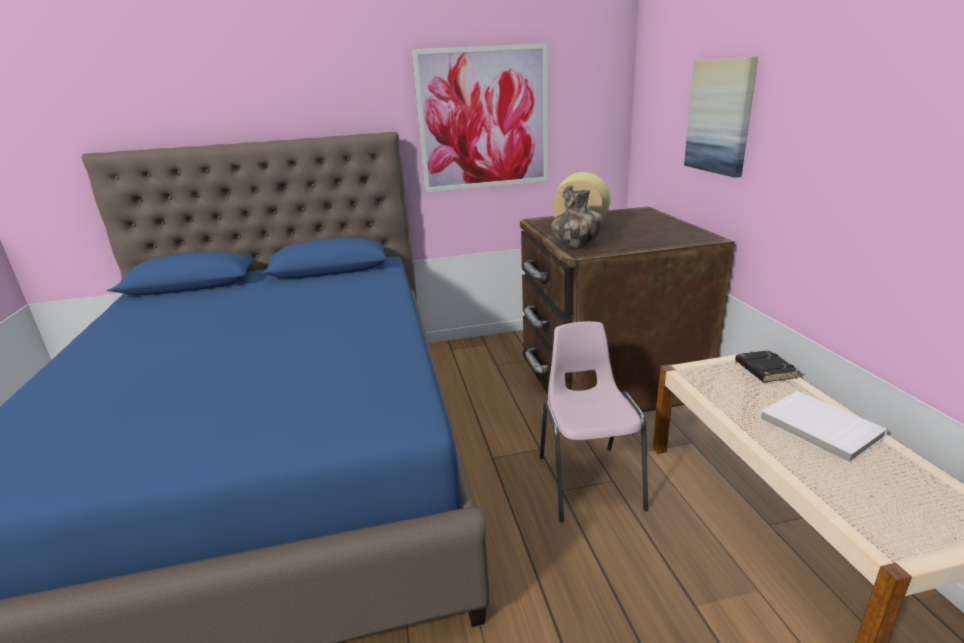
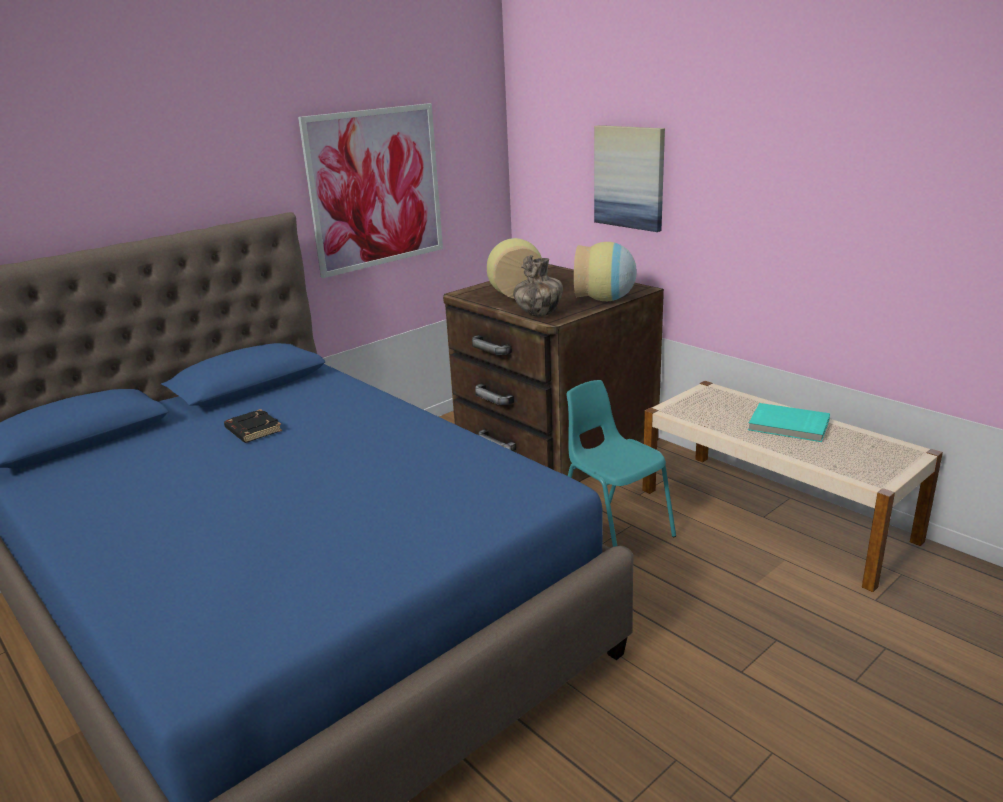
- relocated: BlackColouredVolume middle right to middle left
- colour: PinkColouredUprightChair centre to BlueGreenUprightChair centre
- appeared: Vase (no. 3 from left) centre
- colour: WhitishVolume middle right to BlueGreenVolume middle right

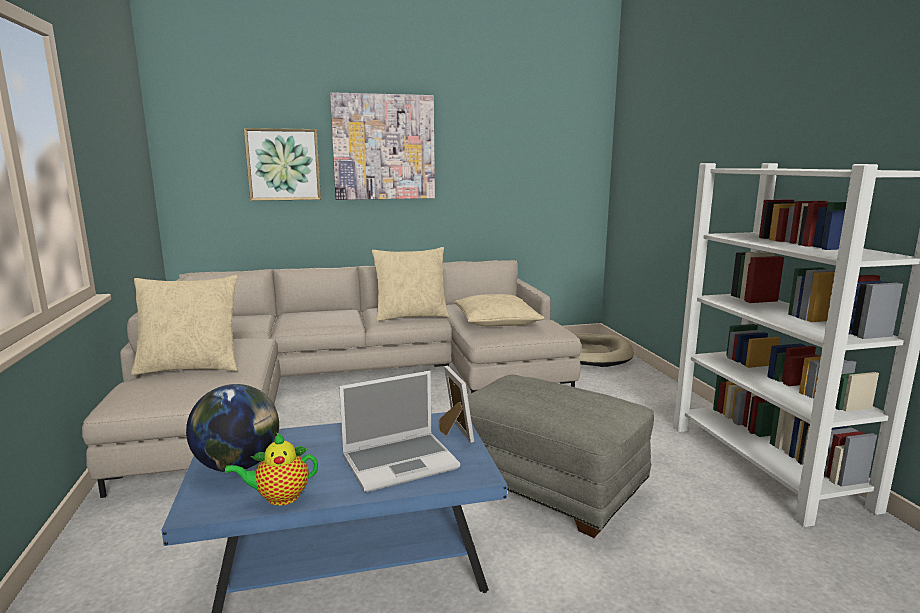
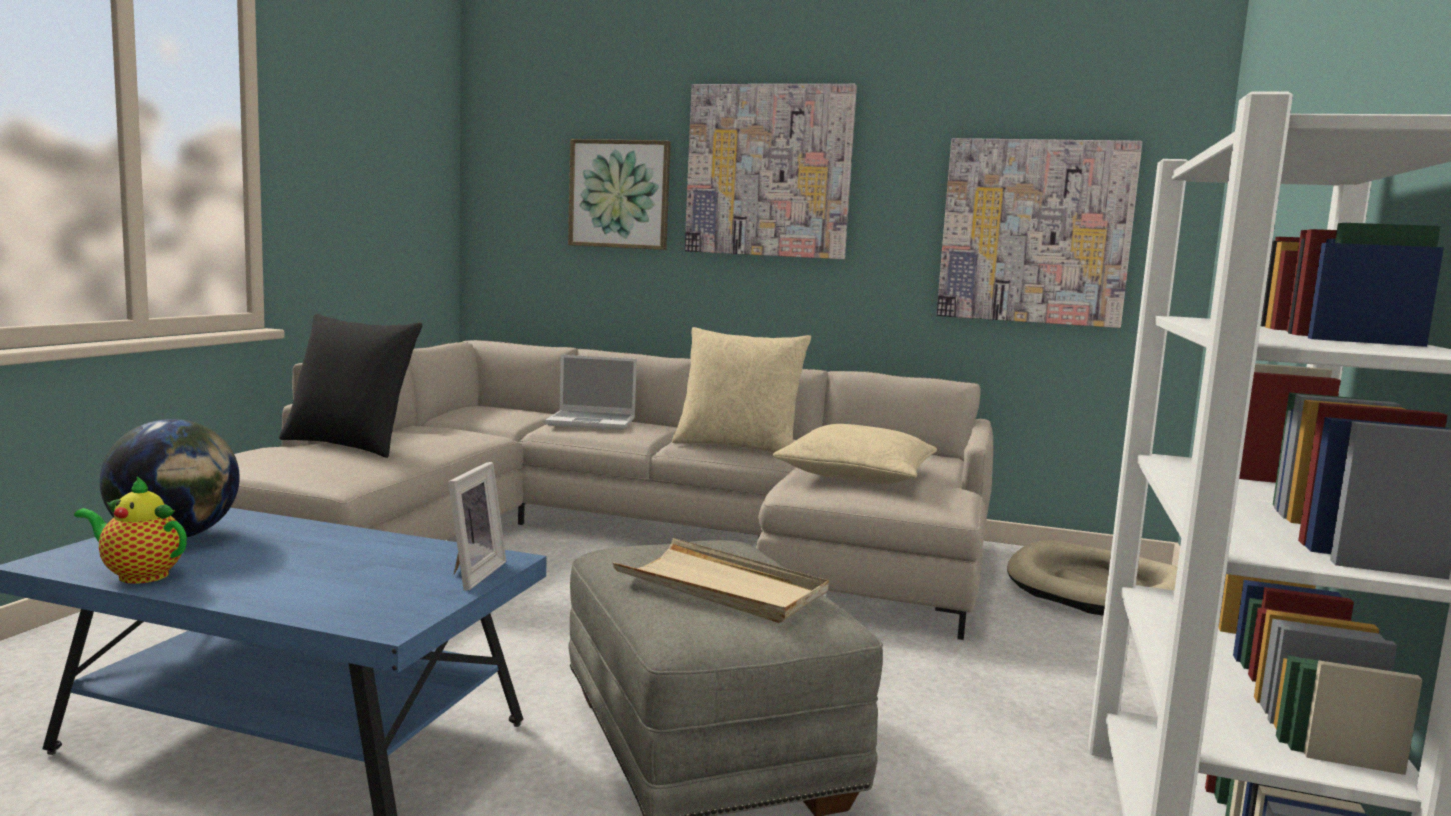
- colour: SandColouredThrowPillow (no. 1 from left) middle left to BlackColouredThrowPillow middle left
- relocated: Laptop bottom centre to centre
- appeared: SandColouredTray bottom centre
- appeared: WallArt (no. 3 from left) top right

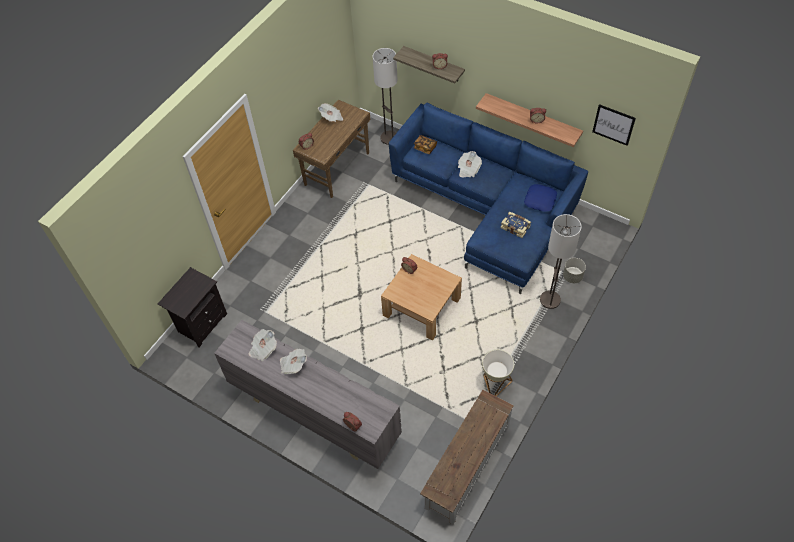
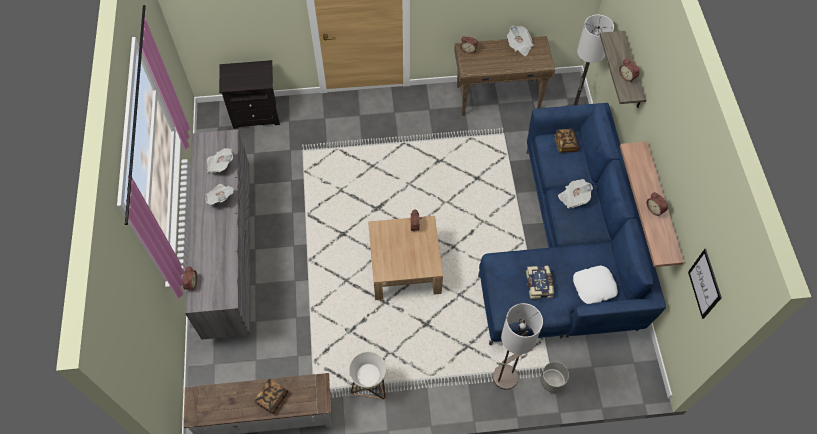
- appeared: Volume (no. 1 from left) bottom left
- colour: BlueThrowPillow middle right to WhitishThrowPillow middle right

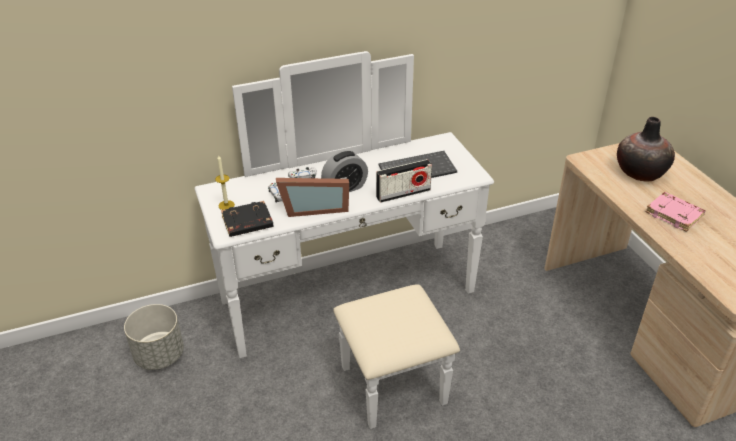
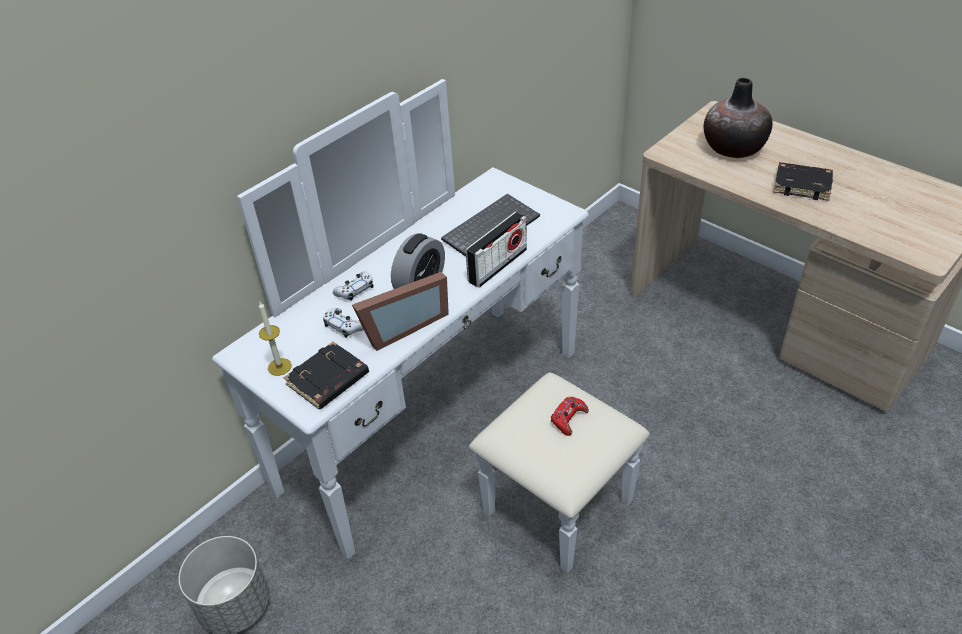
- appeared: ReddishJoypad centre
- colour: PinkColouredVolume middle right to BlackColouredVolume (no. 2 from left) top right

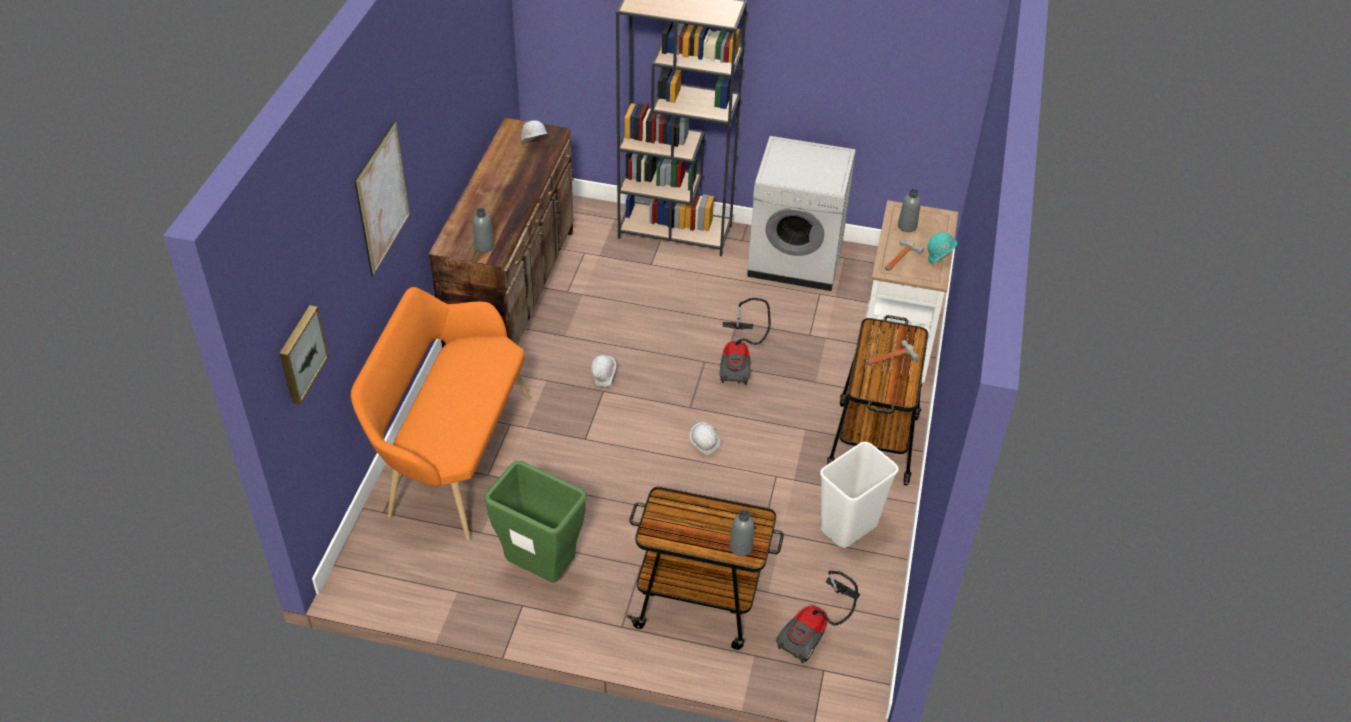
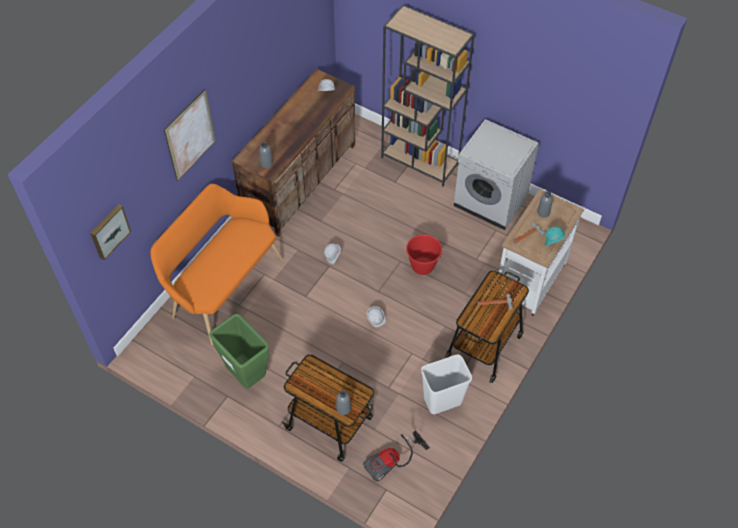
- exchanged: Hoover (no. 1 from left) centre to ReddishBucket centre

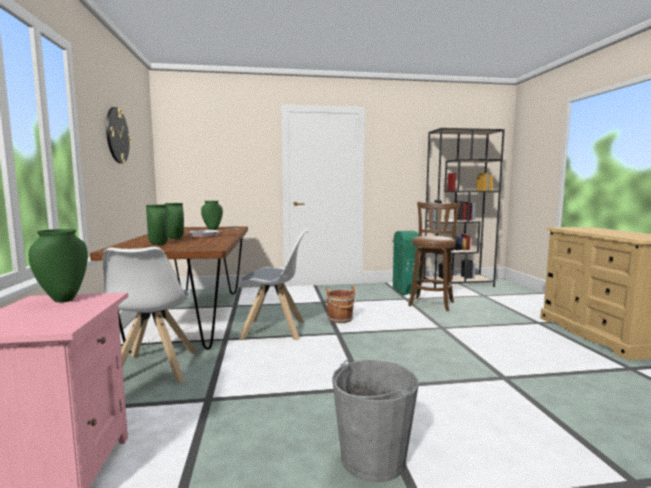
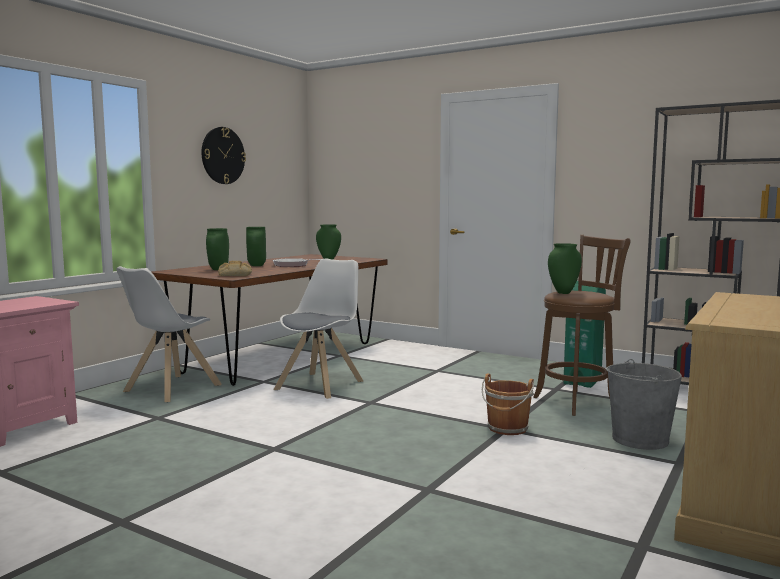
- appeared: BakeryBread middle left
- spun: UprightChair (no. 2 from left) centre = centre 105 degrees counterclockwise
- relocated: BrownishBucket centre to bottom centre
- relocated: GreenishVase (no. 1 from left in the first image) middle left to GreenishVase (no. 4 from left) middle right
- relocated: GreyBucket bottom centre to bottom right

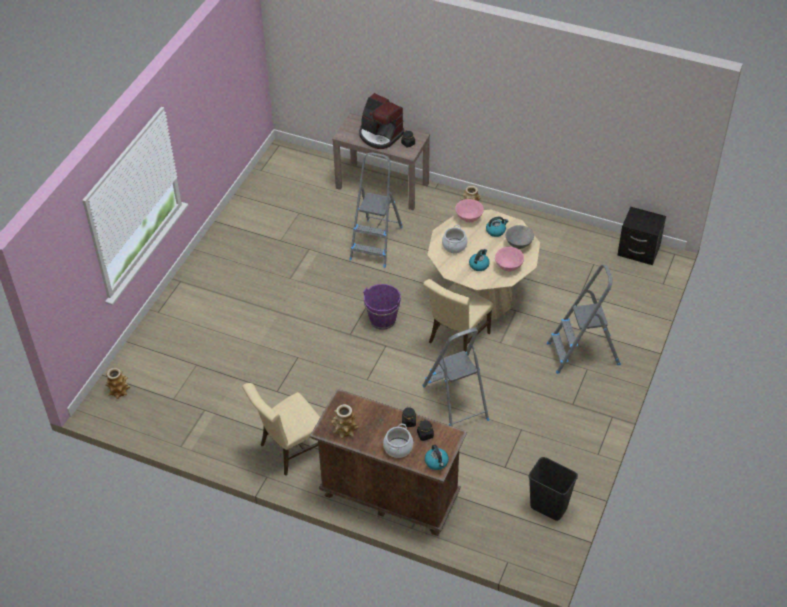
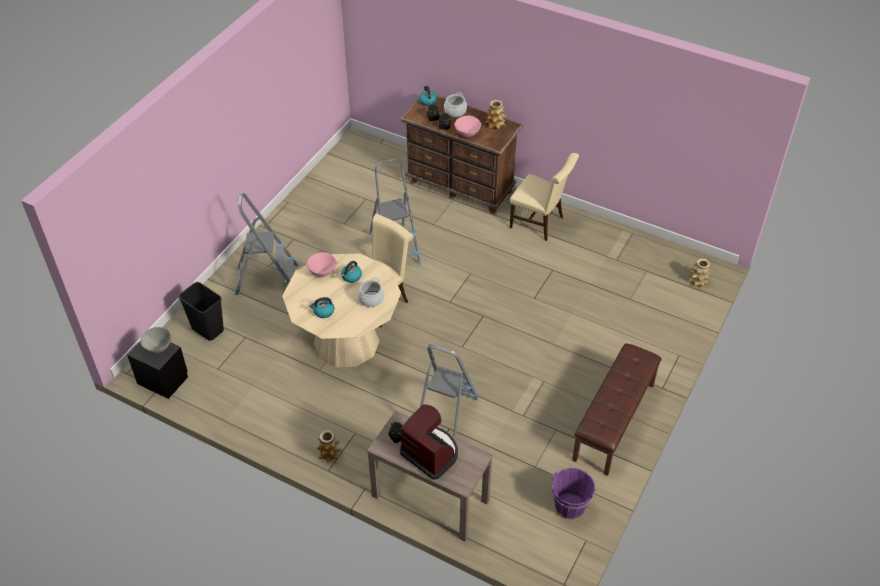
- relocated: GreyBowl centre to middle left
- relocated: BlackColouredTrashCan bottom right to middle left
- relocated: PinkColouredBowl (no. 1 from left in the first image) centre to PinkColouredBowl (no. 2 from left) top centre
- spun: SandColouredUprightChair (no. 1 from left in the first image) bottom centre = centre 60 degrees clockwise
- relocated: PurplishBucket centre to bottom centre
- appeared: BrownishIndoorBench bottom right

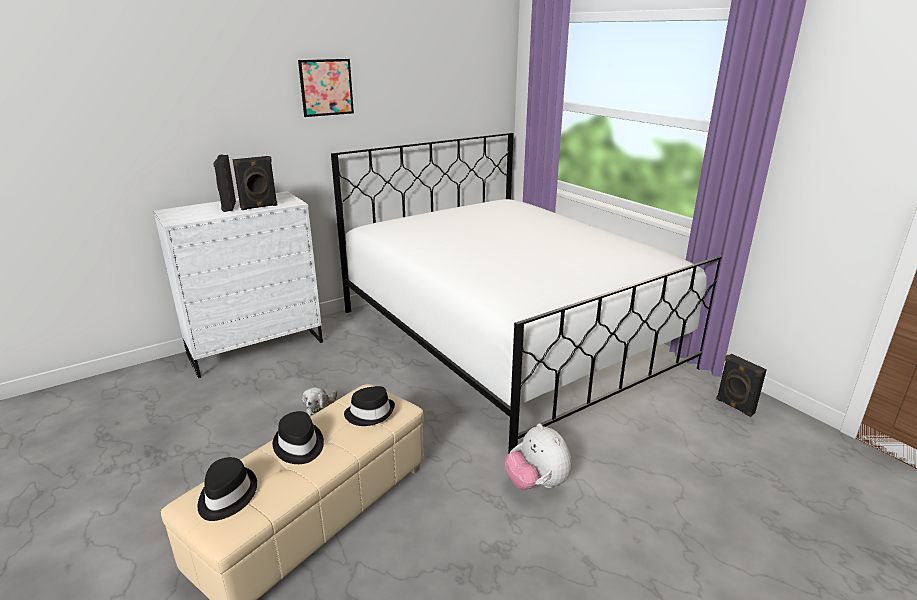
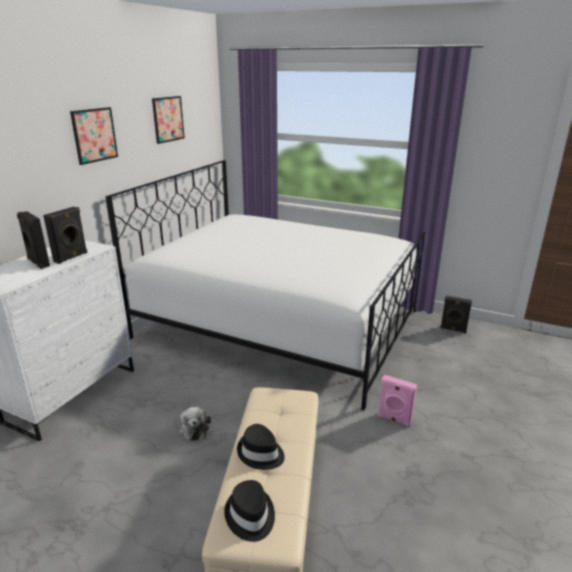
- appeared: WallArt (no. 2 from left) top left
- exchanged: CuddlyToy (no. 2 from left) bottom centre to PinkColouredSpeaker bottom right
- missing: BlackColouredHat (no. 3 from left) bottom centre

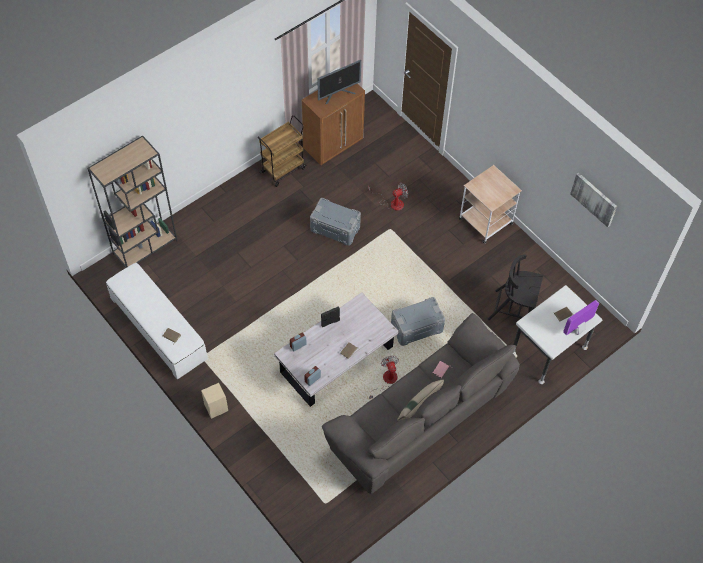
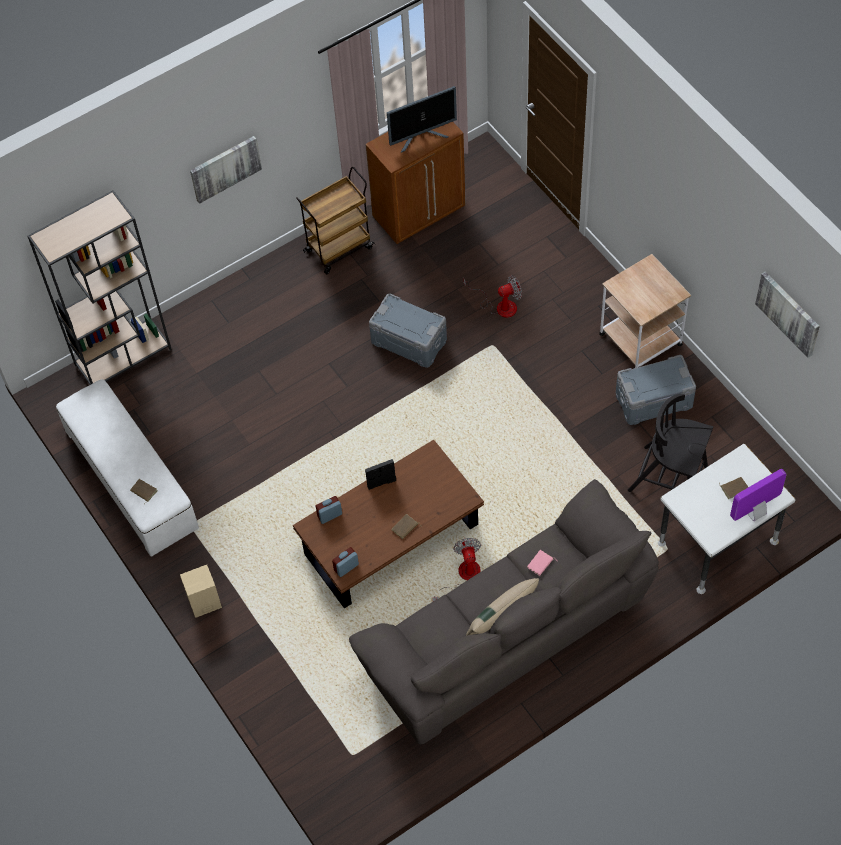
- appeared: WallArt (no. 1 from left) top left
- colour: WhitishLowTable centre to BrownishLowTable centre
- relocated: GreyStorageContainer (no. 2 from left) centre to middle right

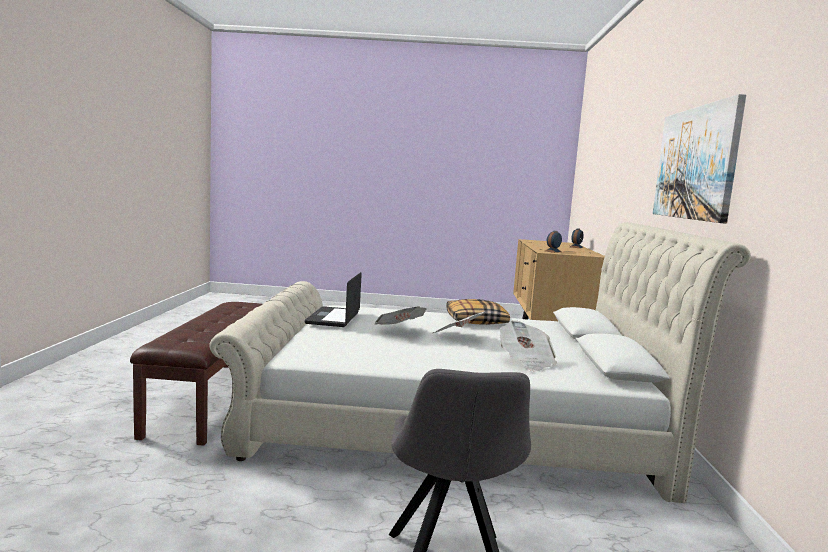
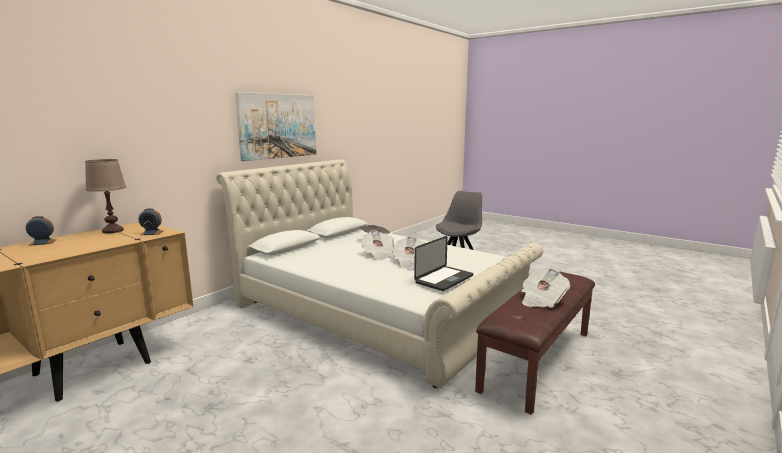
- appeared: BrownishLampForATable middle left
- appeared: DailyPaper (no. 4 from left) middle right
- missing: ThrowPillow centre

